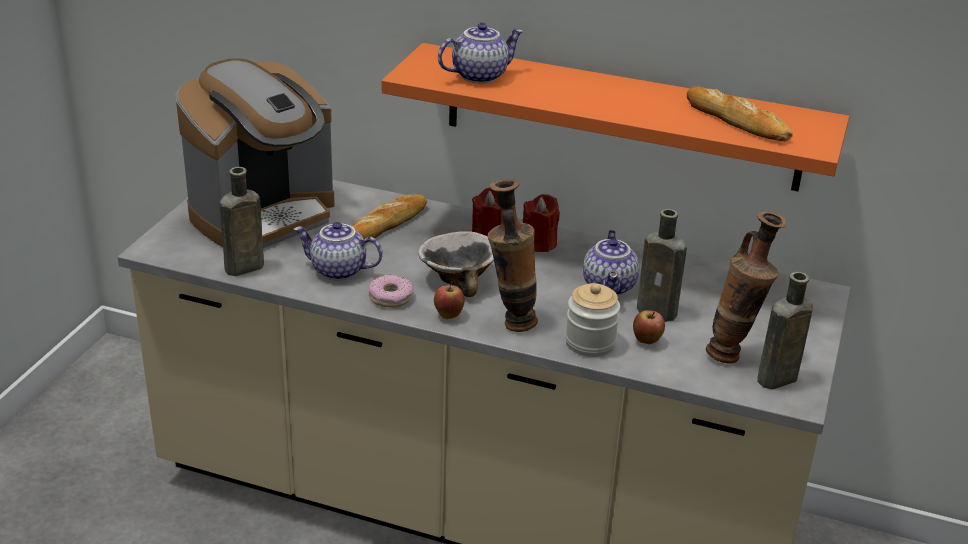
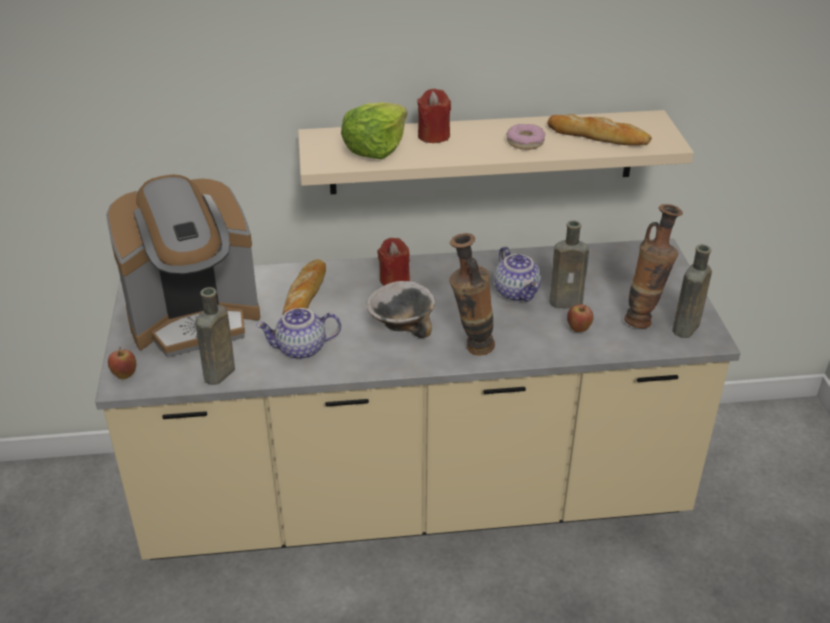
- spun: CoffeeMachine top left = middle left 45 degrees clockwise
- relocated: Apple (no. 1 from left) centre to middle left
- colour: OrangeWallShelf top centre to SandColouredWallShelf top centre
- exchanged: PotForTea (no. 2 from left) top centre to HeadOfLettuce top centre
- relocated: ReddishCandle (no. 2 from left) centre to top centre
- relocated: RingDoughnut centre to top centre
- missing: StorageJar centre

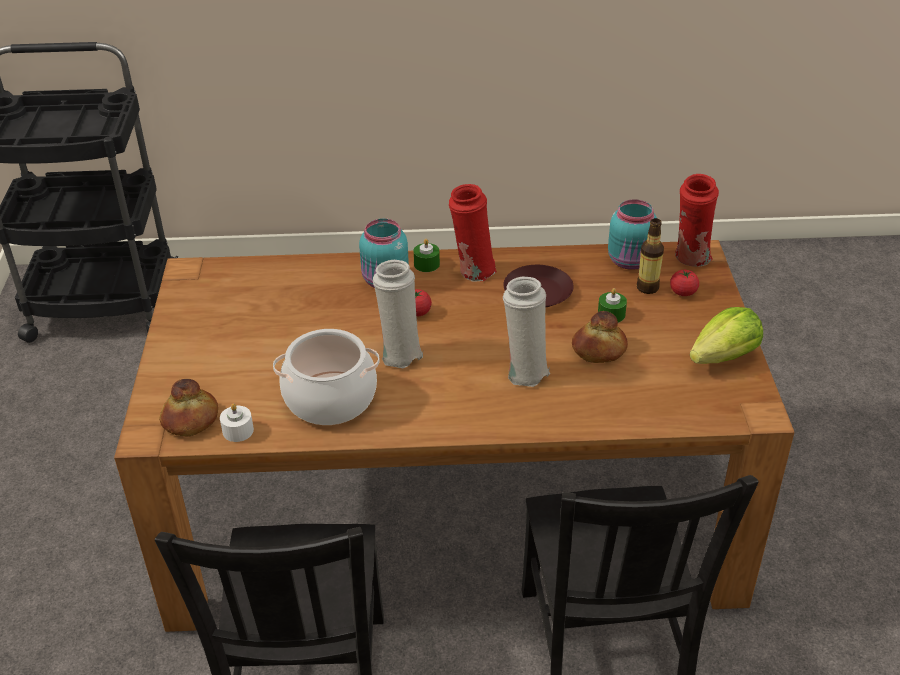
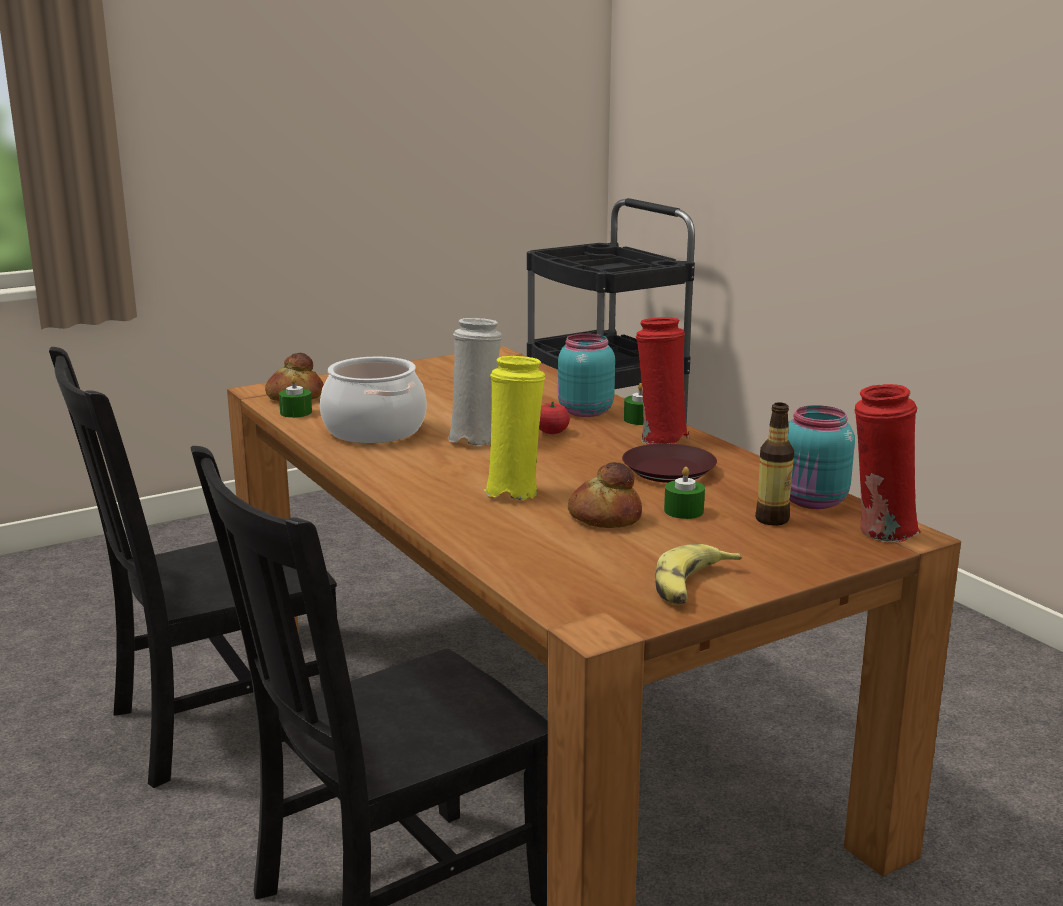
- colour: WhitishCandle middle left to GreenishCandle (no. 1 from left) middle left
- colour: WhitishVase (no. 2 from left) centre to YellowColouredVase centre
- exchanged: HeadOfLettuce middle right to Banana centre
- missing: Tomato (no. 2 from left) middle right

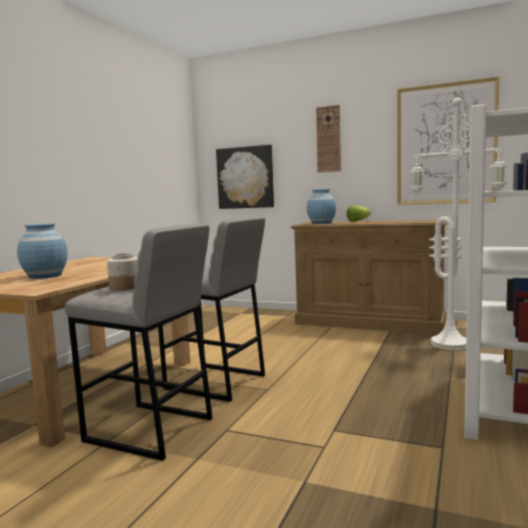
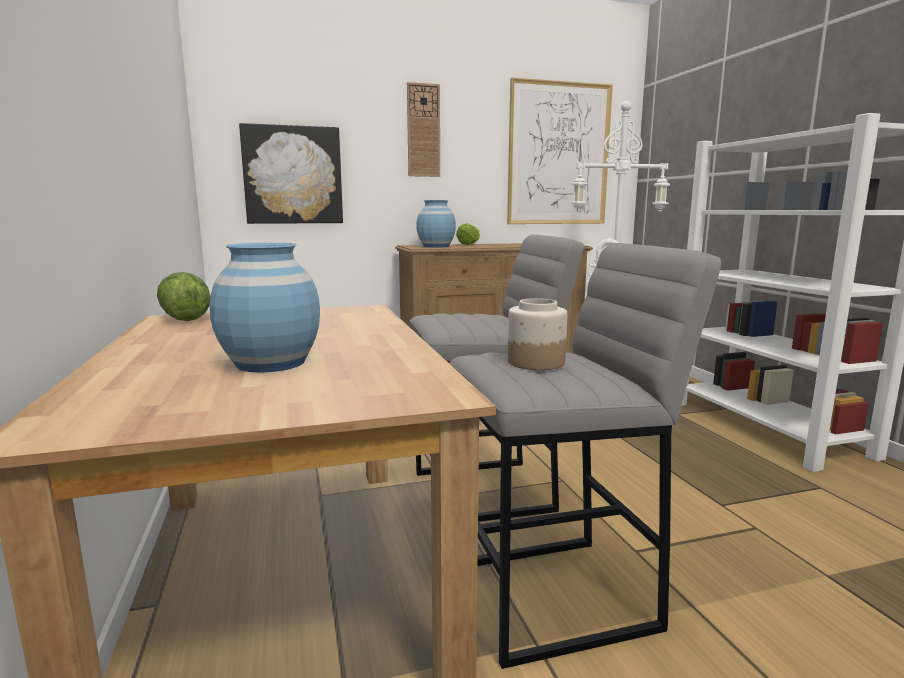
- appeared: HeadOfLettuce (no. 1 from left) middle left

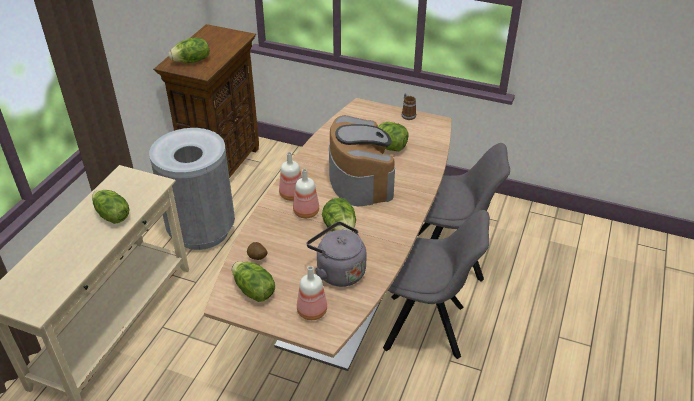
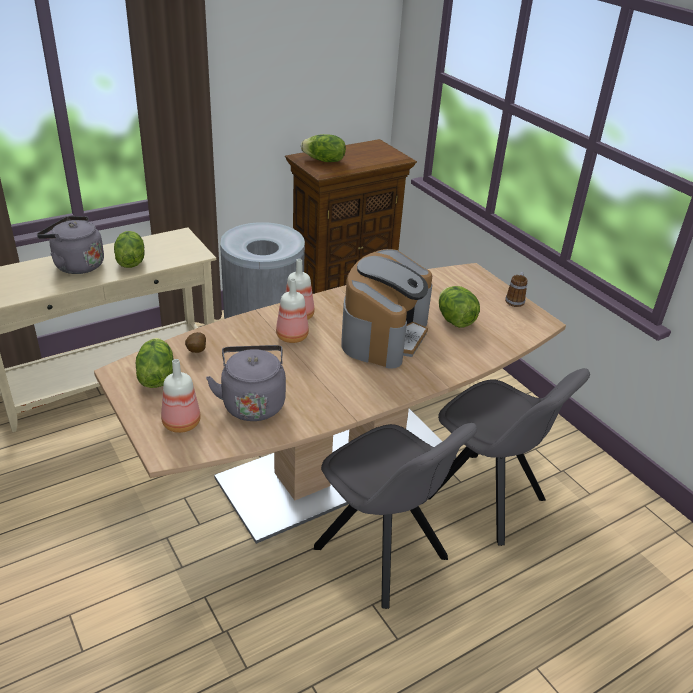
- appeared: GreyTeaKettle (no. 1 from left) middle left
- missing: HeadOfLettuce (no. 4 from left) centre

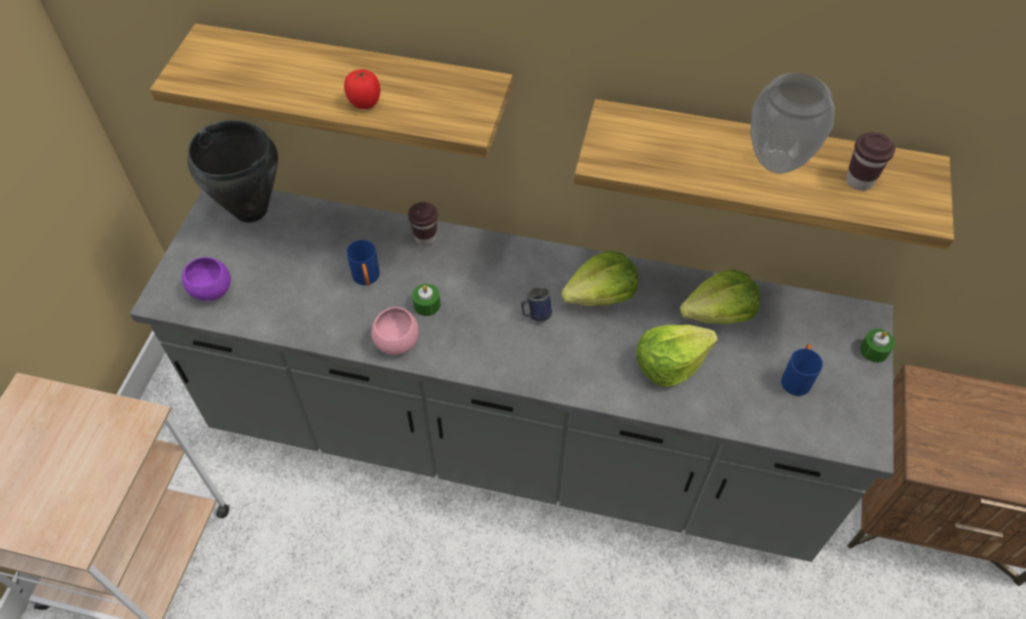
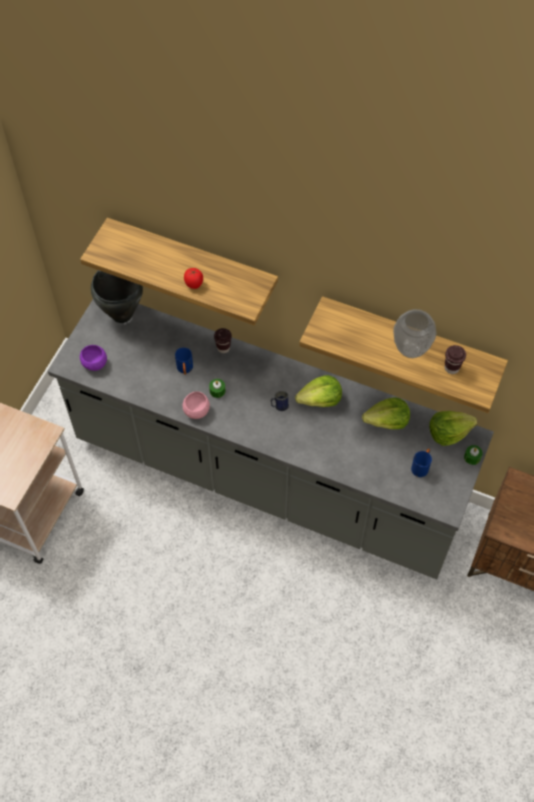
- relocated: HeadOfLettuce (no. 2 from left in the first image) centre to HeadOfLettuce (no. 3 from left) middle right

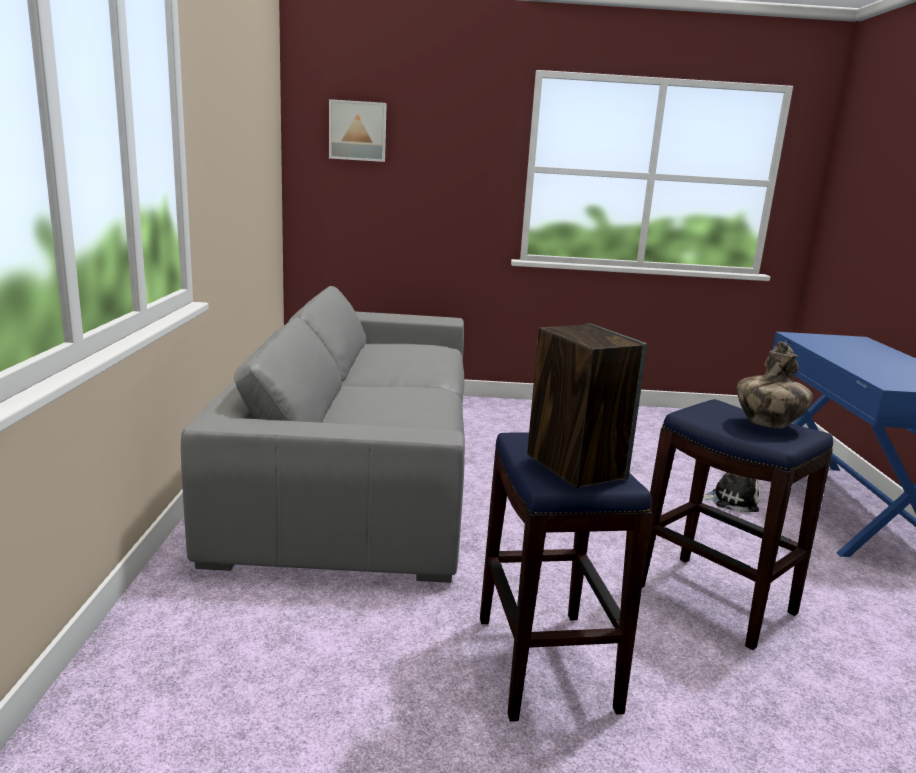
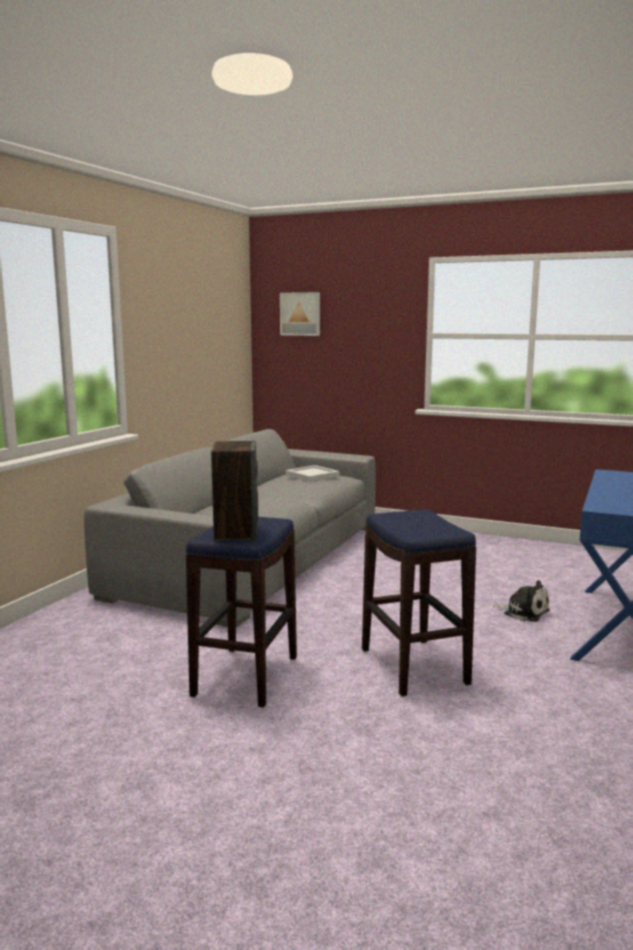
- appeared: WhitishTray centre
- missing: Vase middle right

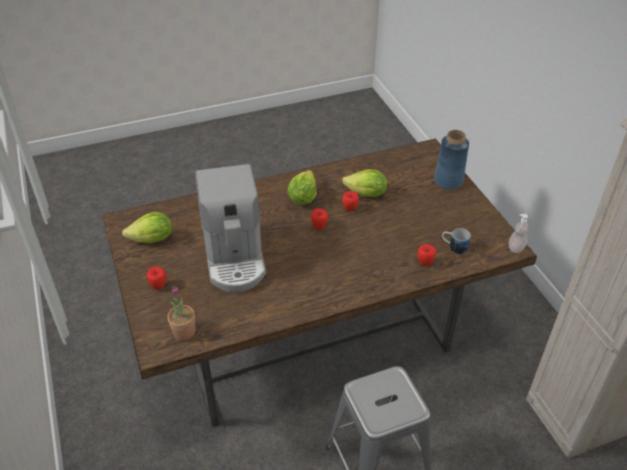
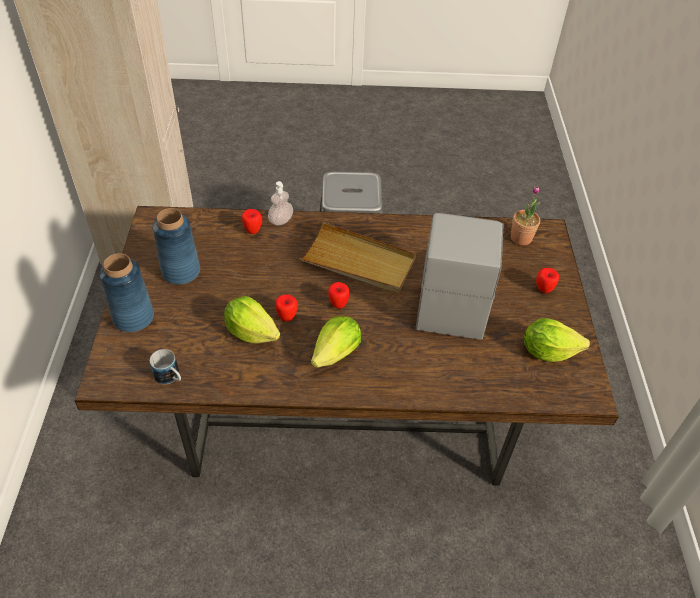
- relocated: Mug middle right to middle left
- appeared: BlueVase (no. 2 from left) middle left
- relocated: SoapBottle middle right to centre
- appeared: SandColouredTray centre

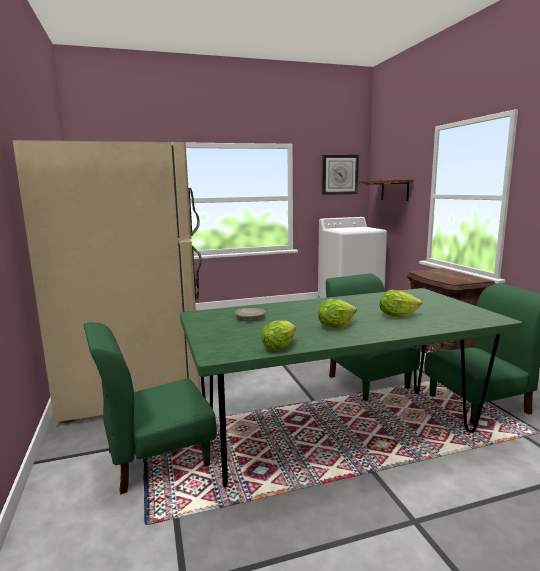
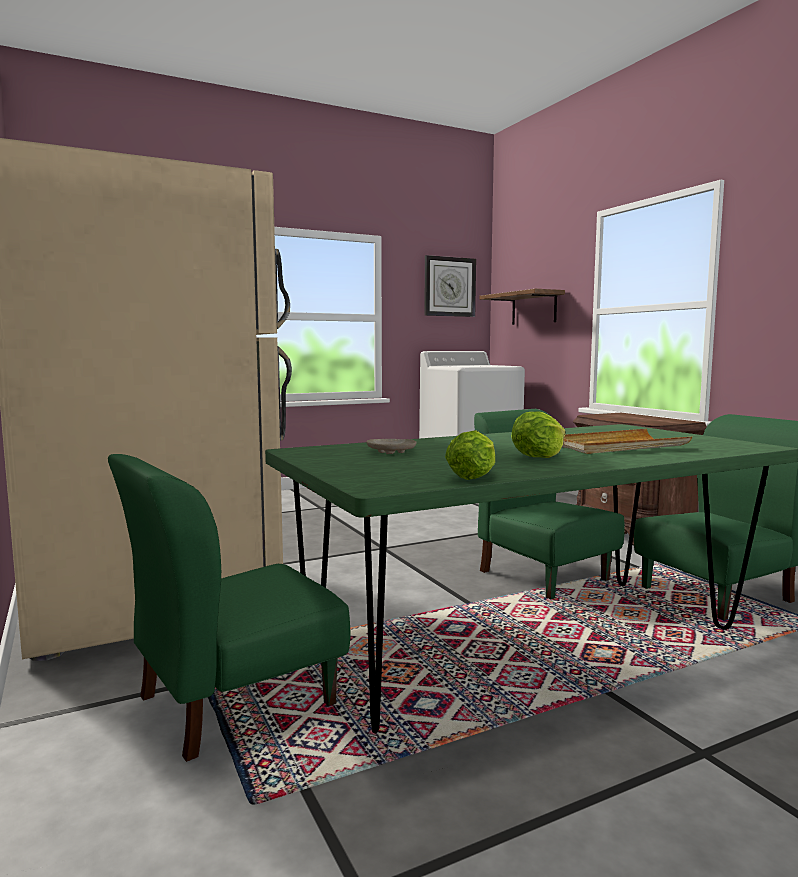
- exchanged: HeadOfLettuce (no. 3 from left) middle right to SandColouredTray middle right

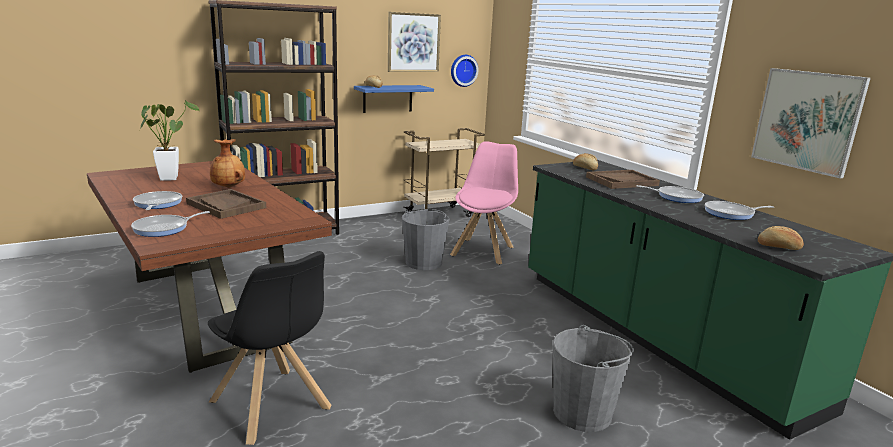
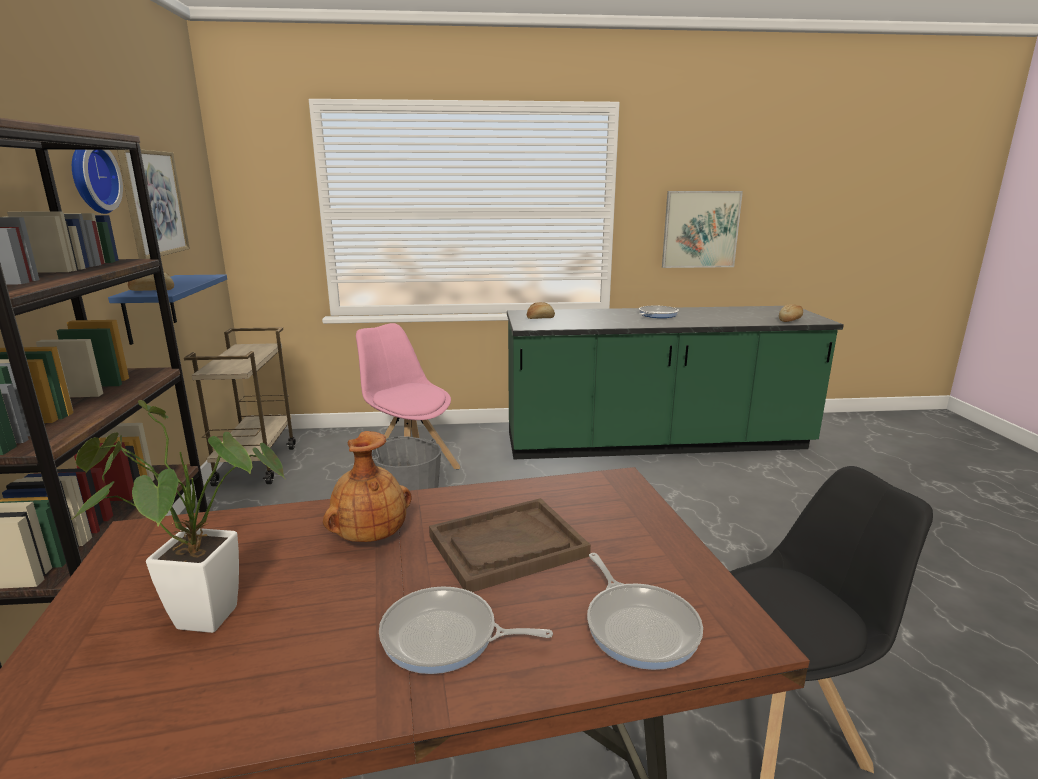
- relocated: WallClock top centre to top left
- missing: GreyBucket (no. 2 from left) bottom centre
- missing: BrownishTray (no. 2 from left) middle right
- missing: FryingPan (no. 4 from left) middle right

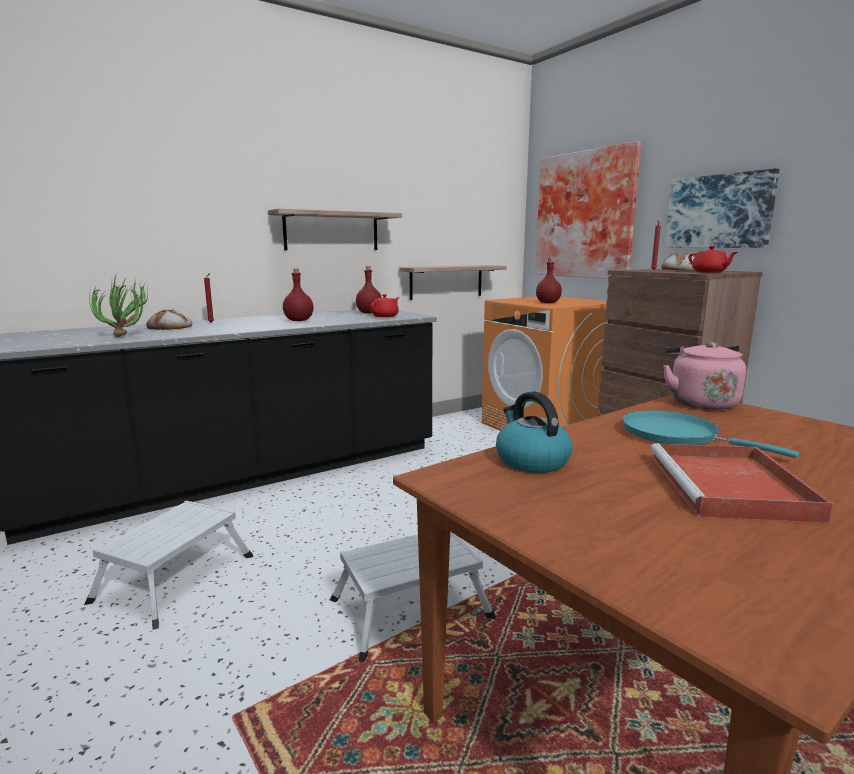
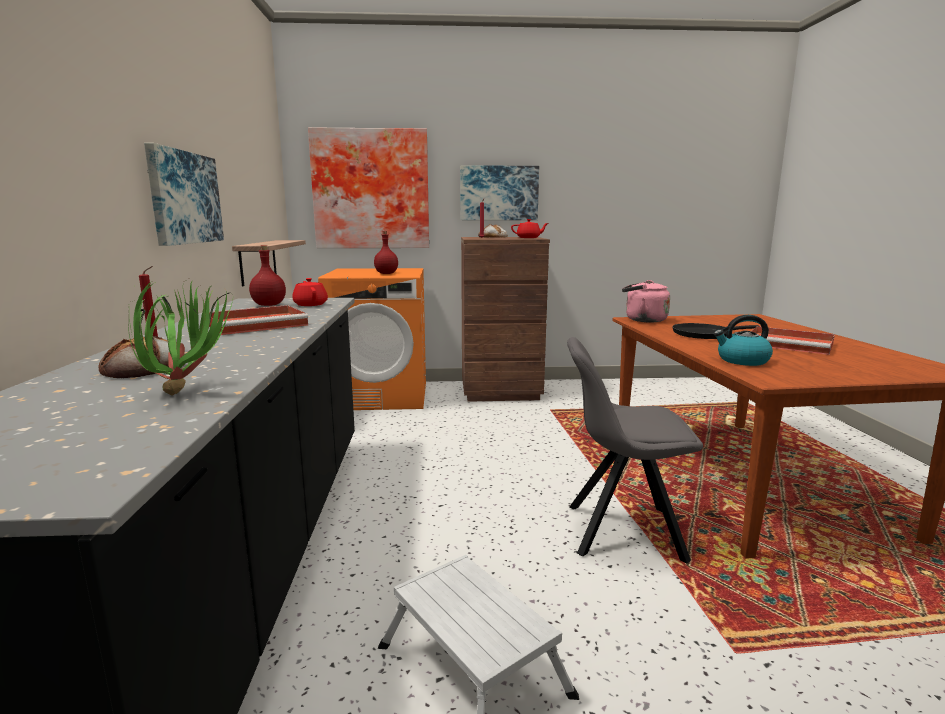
- exchanged: WallShelf (no. 1 from left) top centre to WallArt (no. 1 from left) top left
- exchanged: ReddishBeverageBottle (no. 1 from left) centre to ReddishTray (no. 1 from left) middle left
- exchanged: WhitishStepStool (no. 2 from left) bottom centre to GreyUprightChair middle right
- colour: BlueGreenFryingPan middle right to BlackColouredFryingPan middle right

